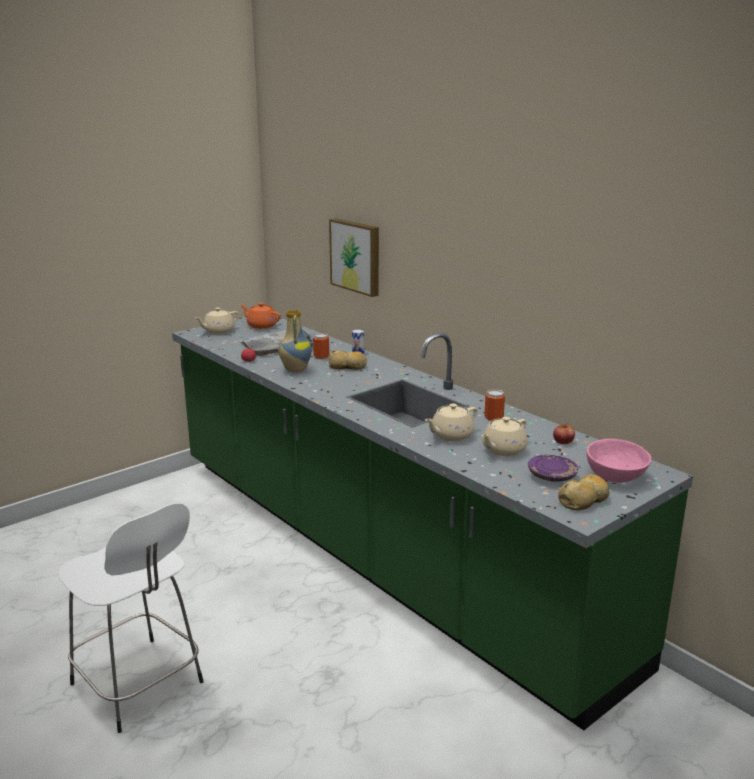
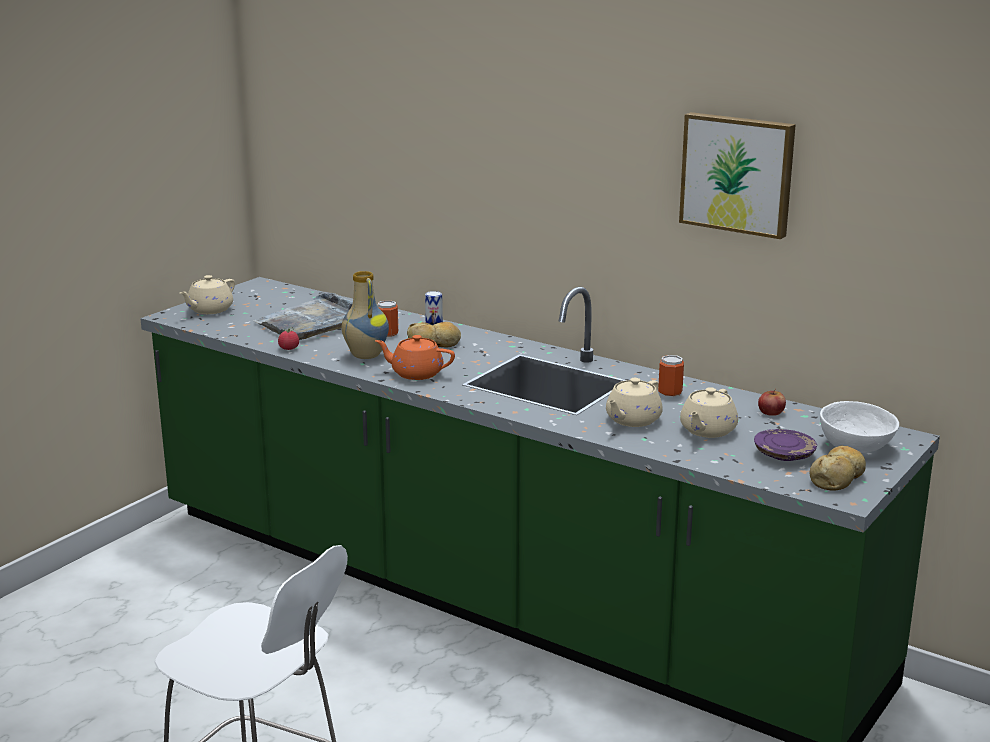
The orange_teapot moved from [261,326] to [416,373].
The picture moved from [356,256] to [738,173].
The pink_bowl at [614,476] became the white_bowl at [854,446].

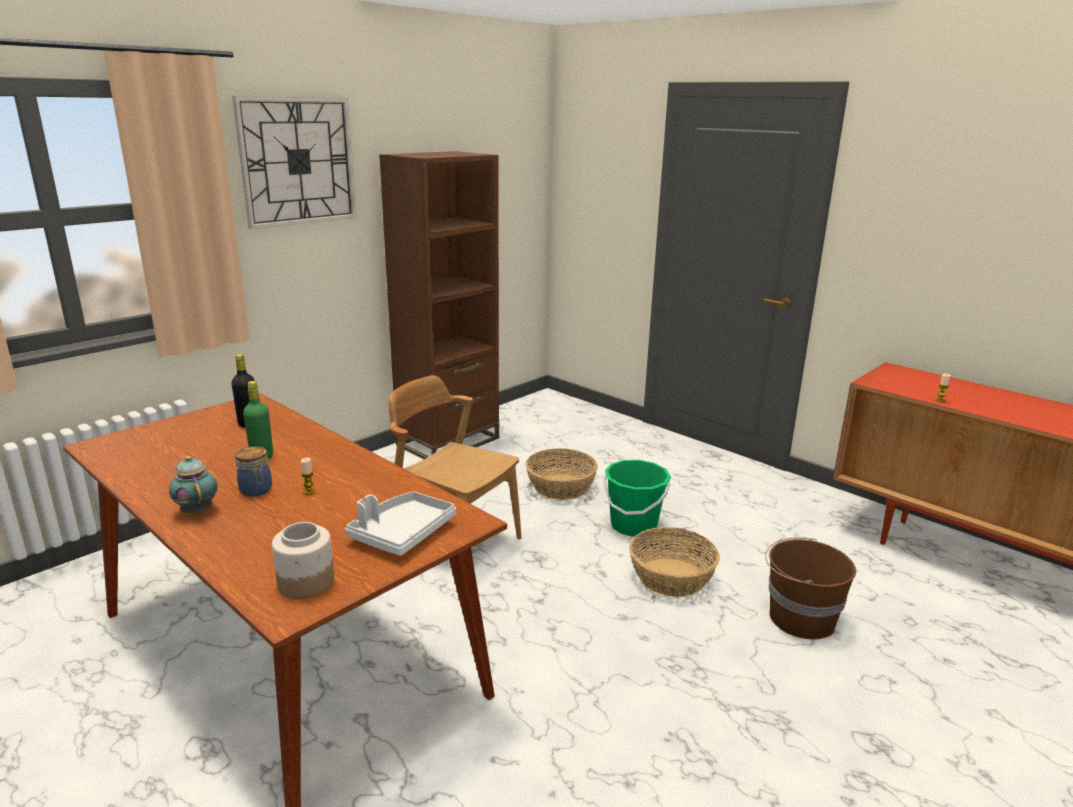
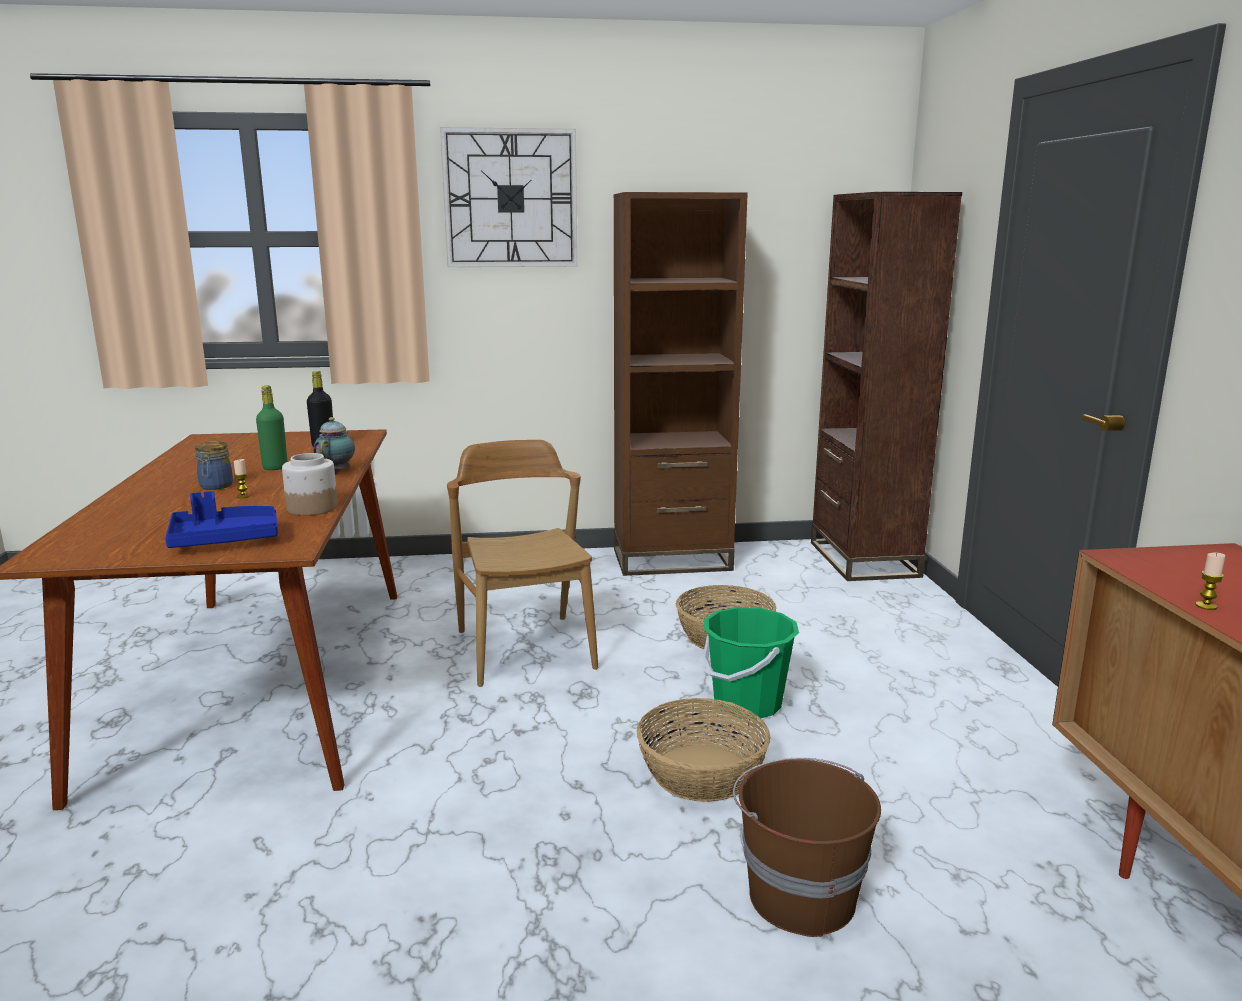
The brown_bookcase at [863,559] appeared.
The teapot moved from [197,510] to [337,471].
The jar moved from [305,583] to [311,508].
The white_tray at [402,533] became the blue_tray at [224,540].

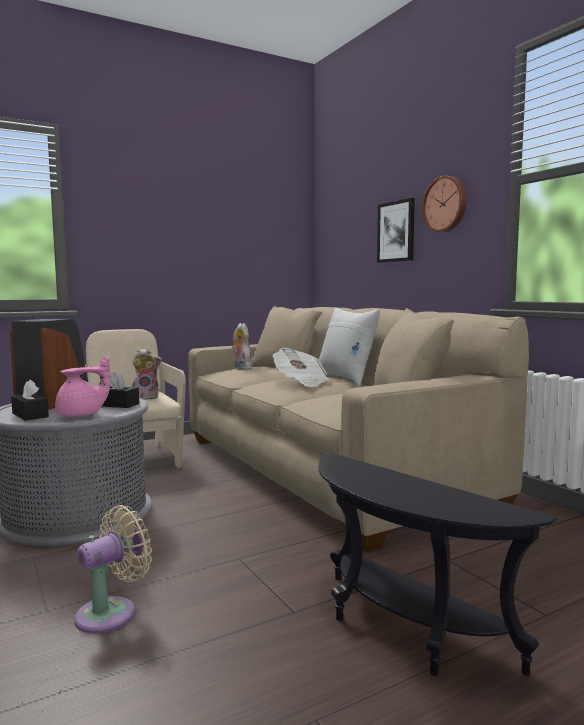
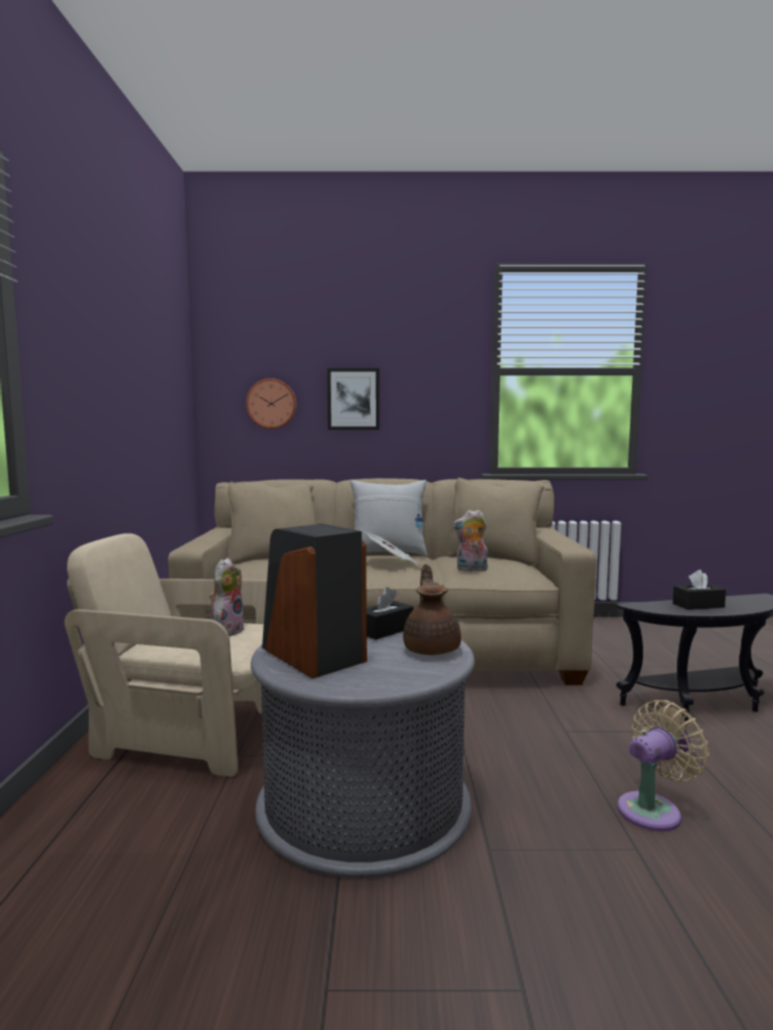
The black_tissue_box moved from [30,415] to [698,605].
The plush_toy moved from [241,368] to [471,570].
The wall_clock moved from [445,204] to [272,404].
The pink_teapot at [82,415] became the brown_teapot at [432,648].
The beige_fan at [112,613] turned 75 degrees clockwise.

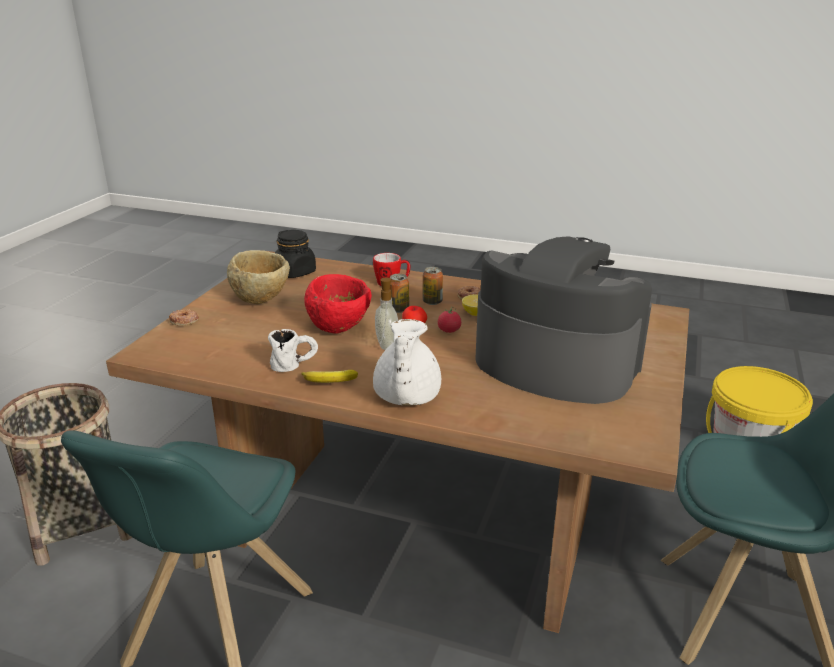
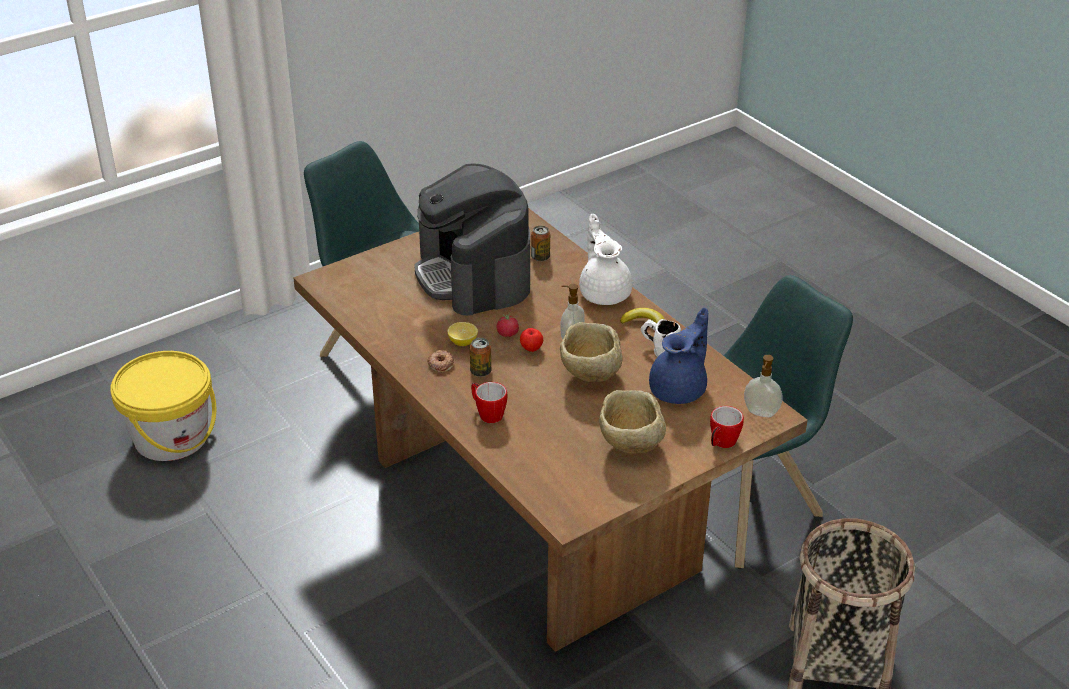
The black_jar at [295,272] disappeared.
The blue_teapot at [679,389] appeared.
The soap_dispenser at [760,413] appeared.
The can moved from [398,309] to [540,257].
The donut at [184,321] was replaced by the mug at [721,443].
The red_bowl at [340,327] became the beige_bowl at [590,375].
The white_teapot at [405,397] turned 60 degrees counterclockwise.

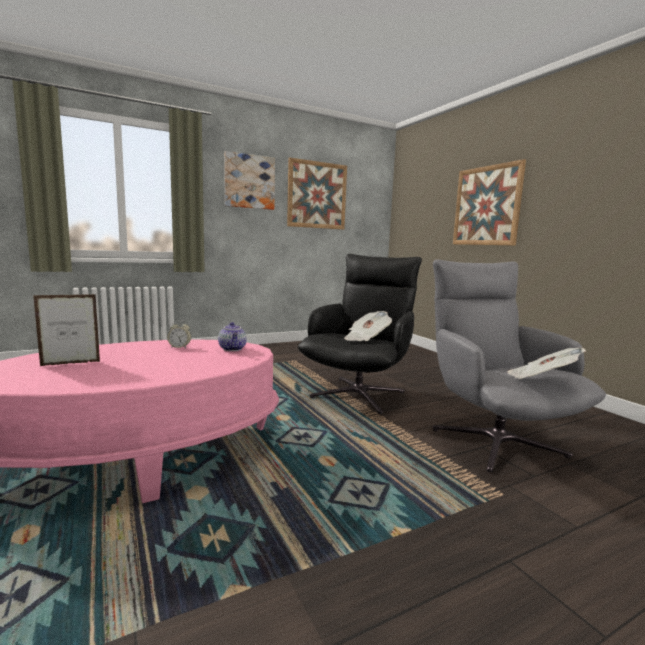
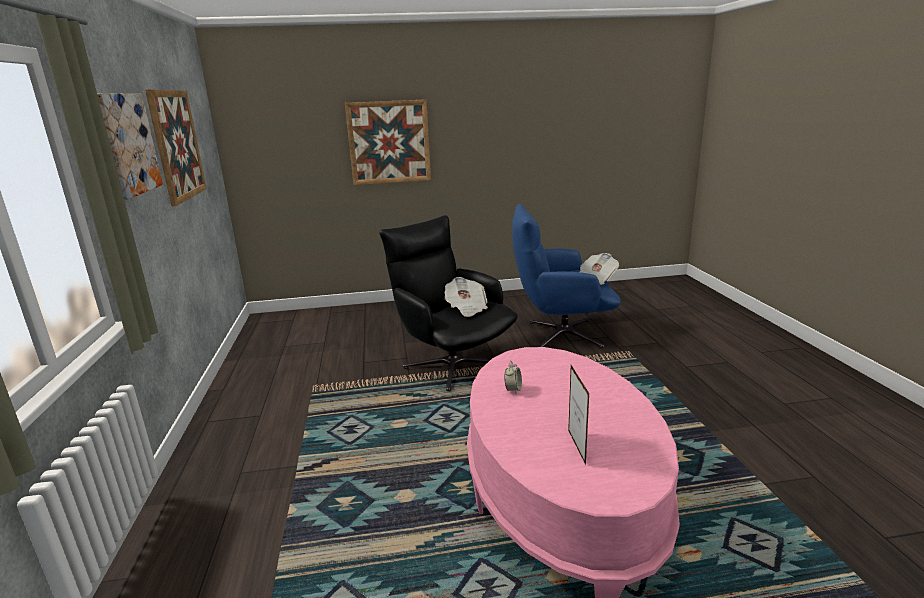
The teapot at [233,349] disappeared.
The grey_armchair at [496,442] became the blue_armchair at [563,334].

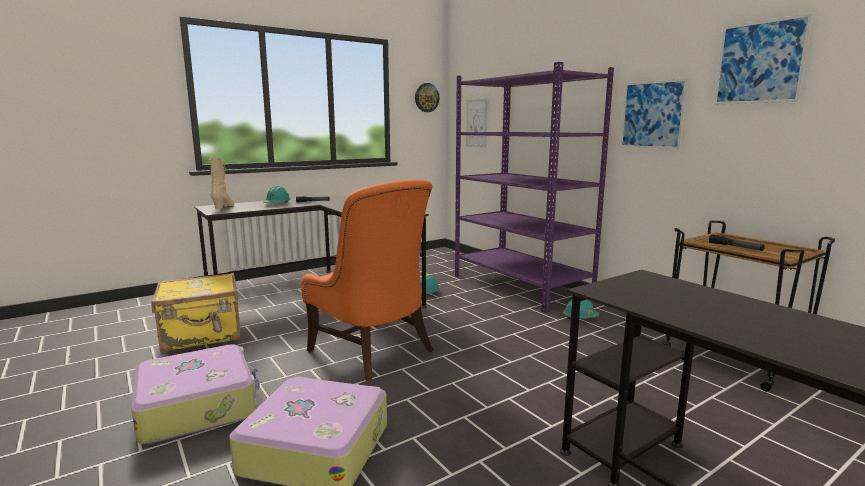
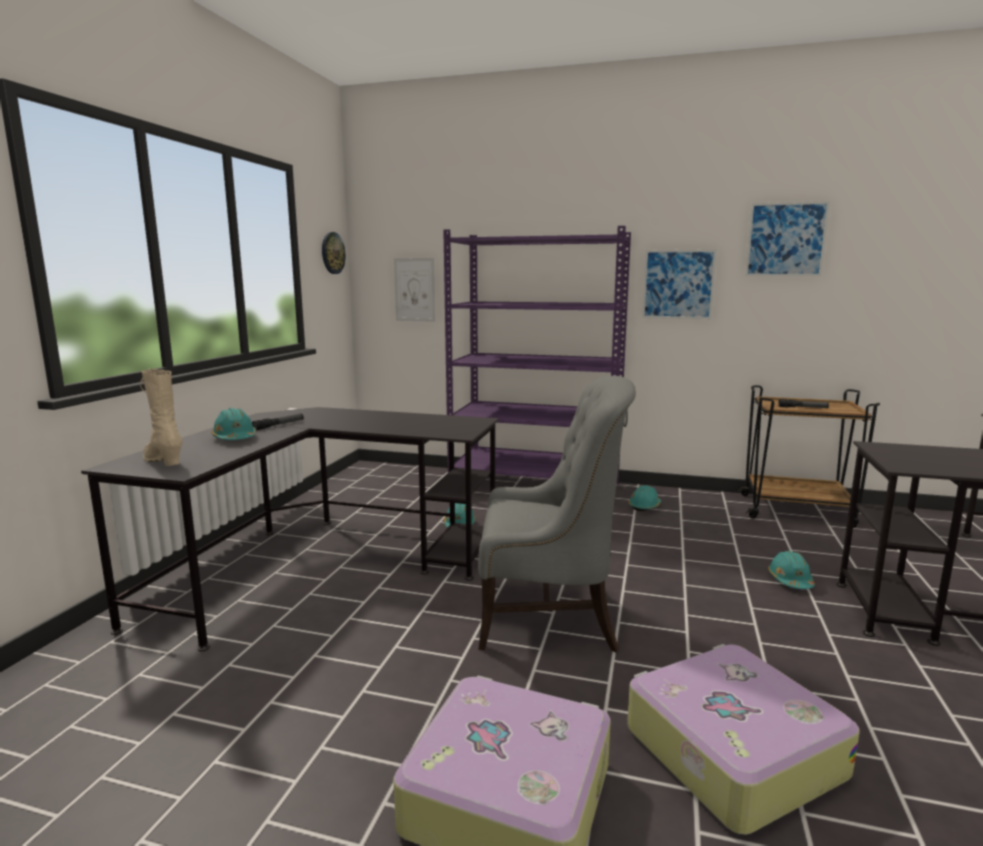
The yellow_suitcase at [202,335] disappeared.
The turquoise_hard_hat at [790,580] appeared.
The orange_chair at [373,350] became the grey_chair at [550,615].

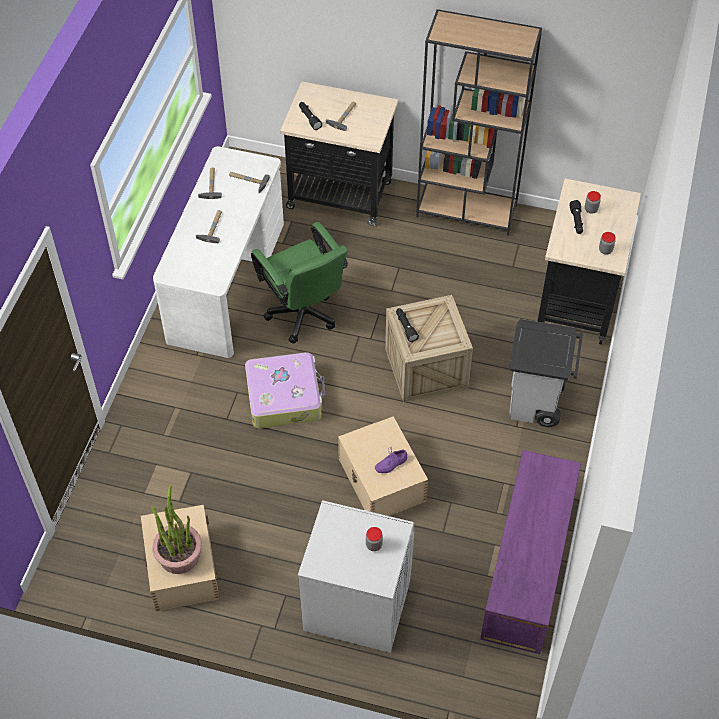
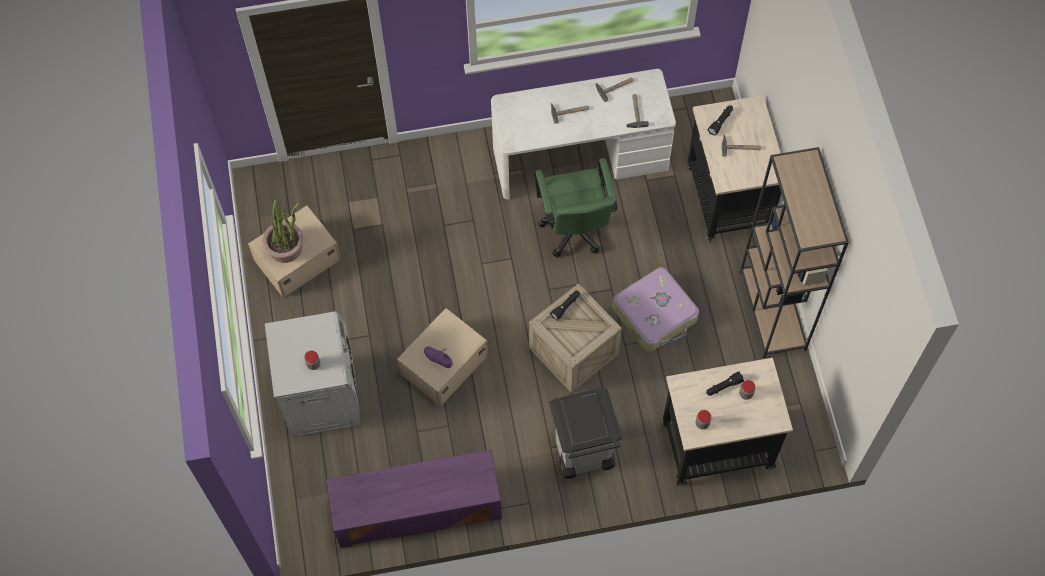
The suitcase moved from [284,397] to [655,315].
The green_office_chair at [305,318] turned 45 degrees counterclockwise.

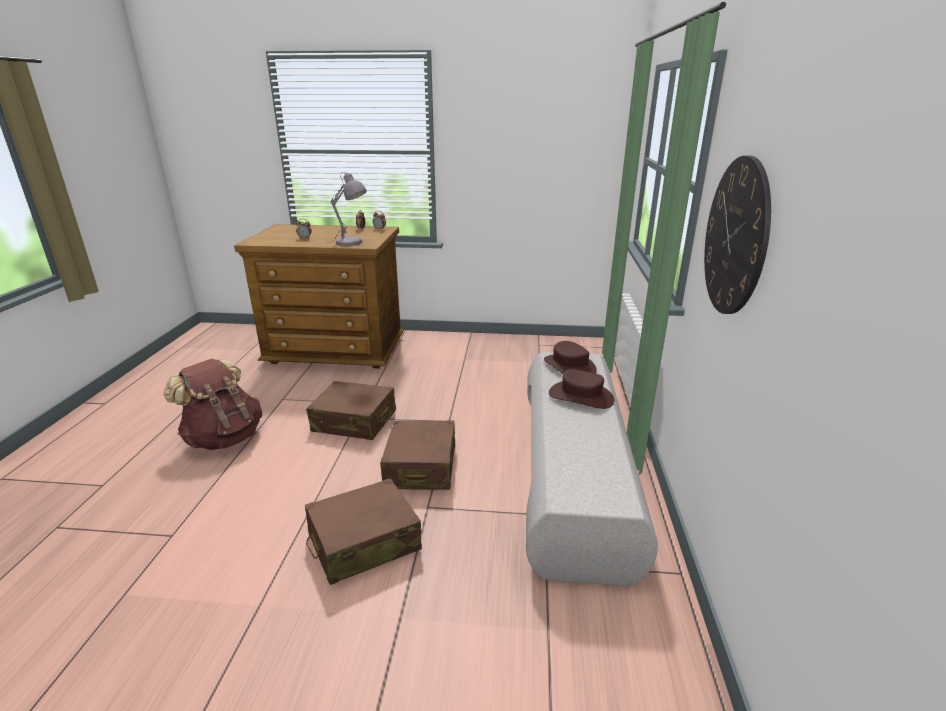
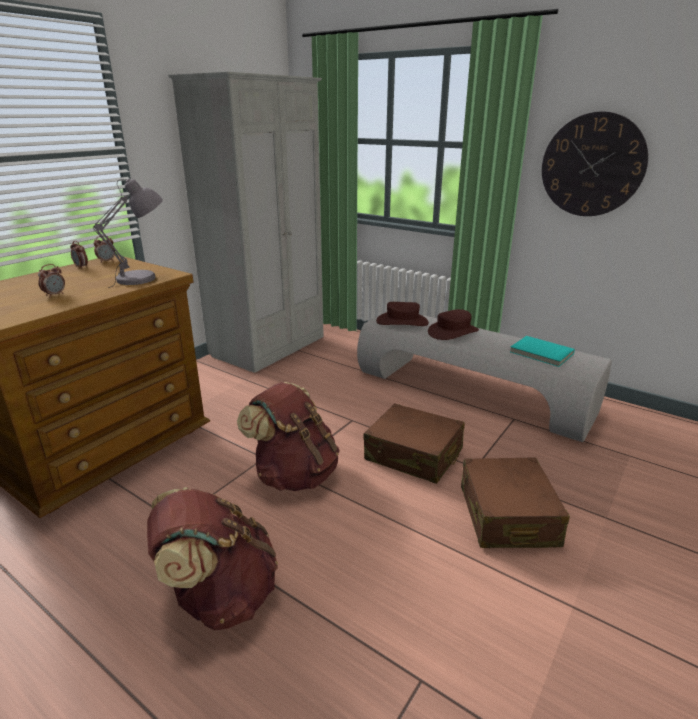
The white_wardrobe at [268,346] appeared.
The turquoise_book at [541,353] appeared.
The brown_suitcase at [354,421] was replaced by the brown_backpack at [294,474].

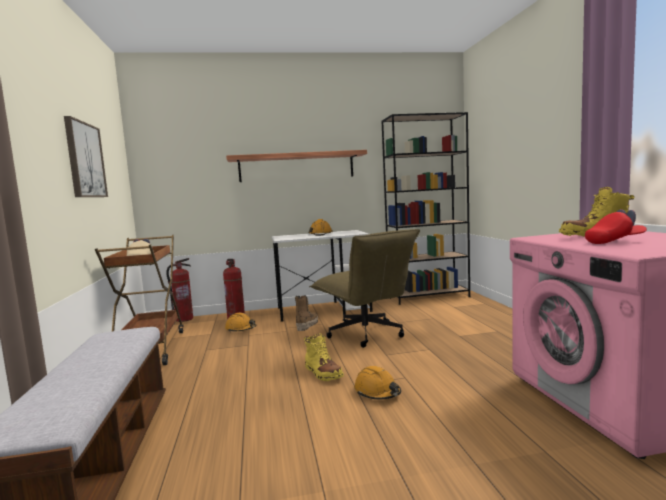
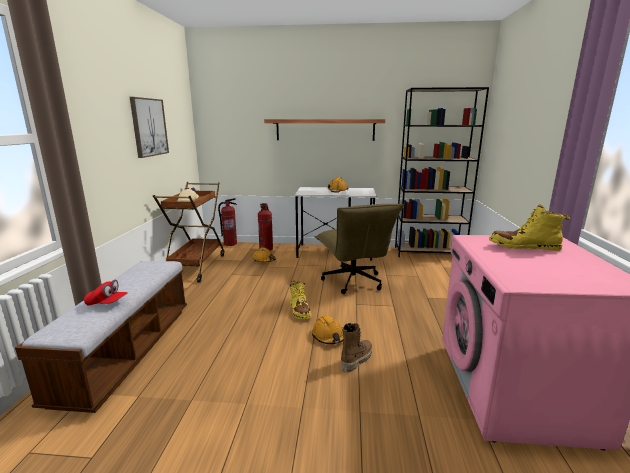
The boot moved from [307,325] to [356,359].
The red_cap moved from [614,242] to [107,303].

